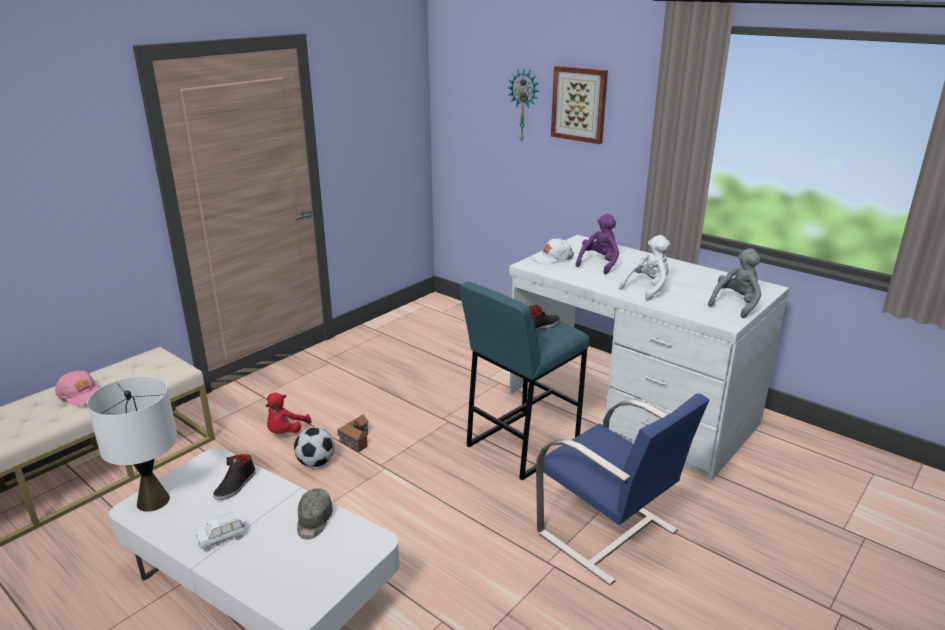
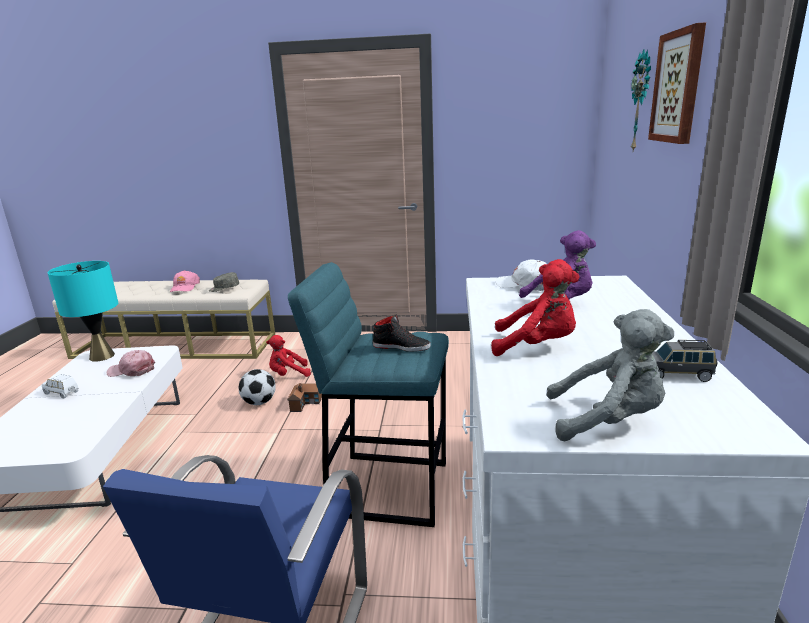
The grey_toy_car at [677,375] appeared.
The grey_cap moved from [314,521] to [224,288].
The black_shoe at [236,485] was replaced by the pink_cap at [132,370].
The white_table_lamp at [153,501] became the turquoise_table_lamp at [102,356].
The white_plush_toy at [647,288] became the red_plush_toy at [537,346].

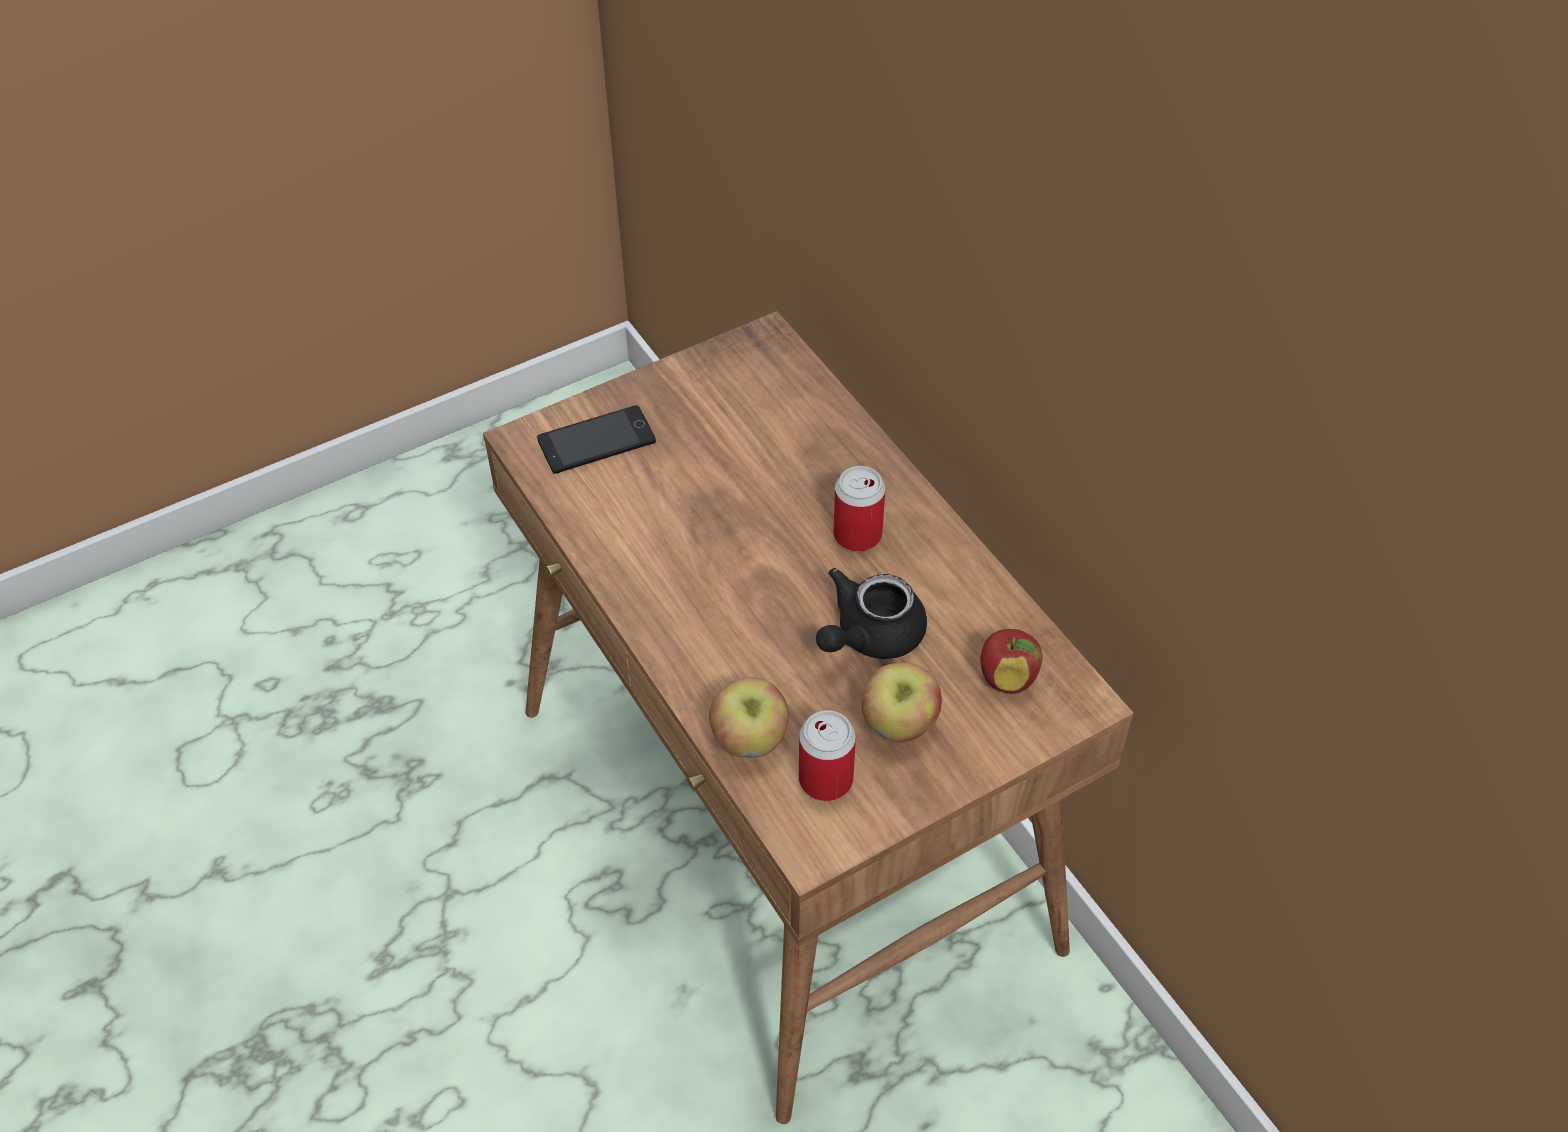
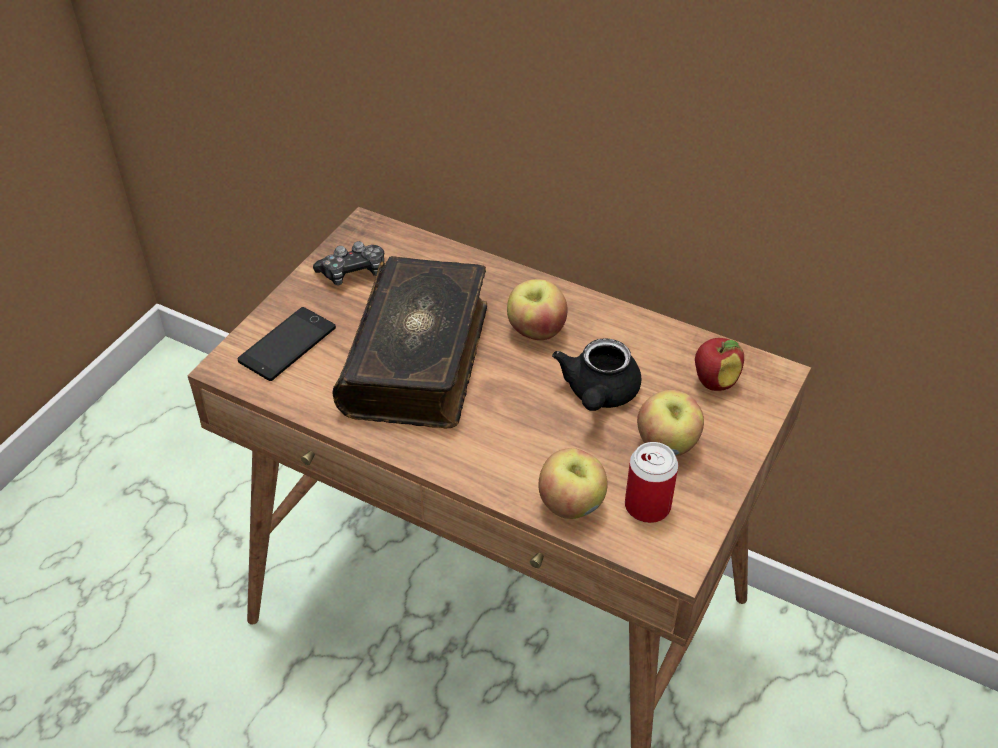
The game_controller at [353,272] appeared.
The book at [419,358] appeared.
The can at [857,534] was replaced by the apple at [536,331].

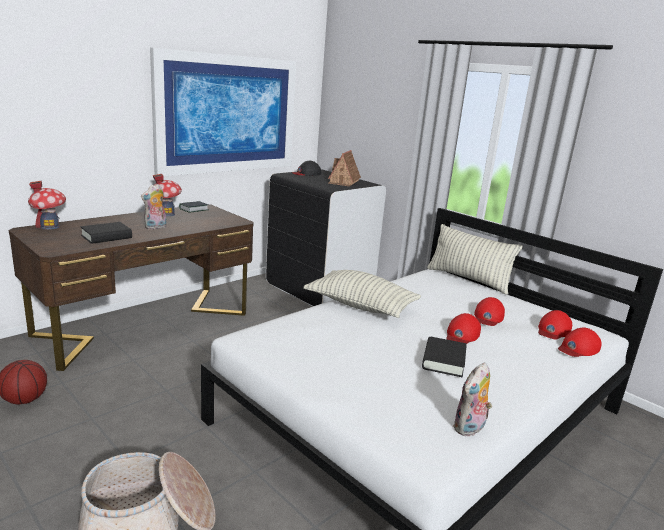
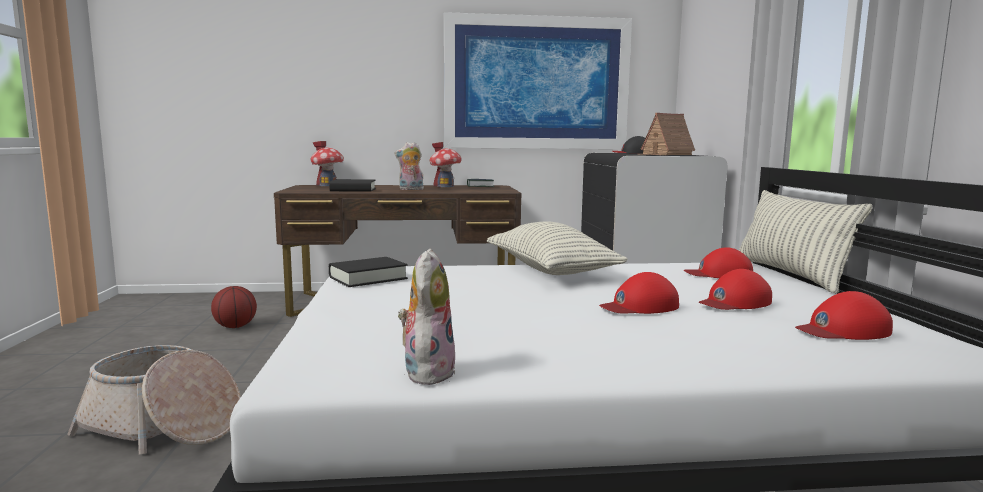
The black_book moved from [443,361] to [368,278].
The red_cap moved from [578,348] to [719,274].
The plush_toy at [470,429] turned 105 degrees clockwise.

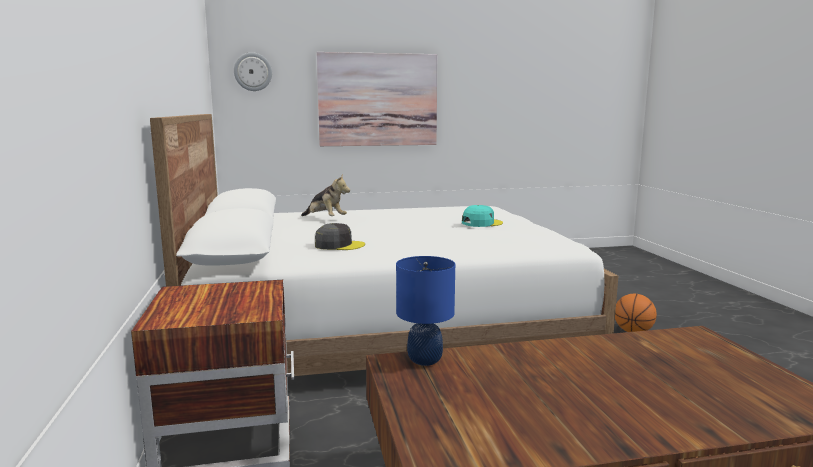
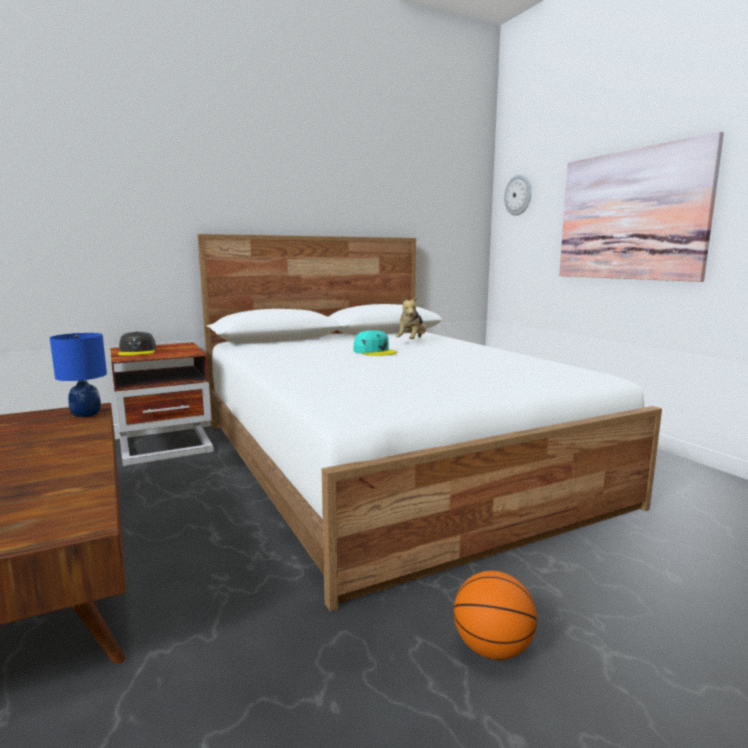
The grey_cap moved from [339,245] to [137,352].
The turquoise_cap moved from [481,223] to [375,351].

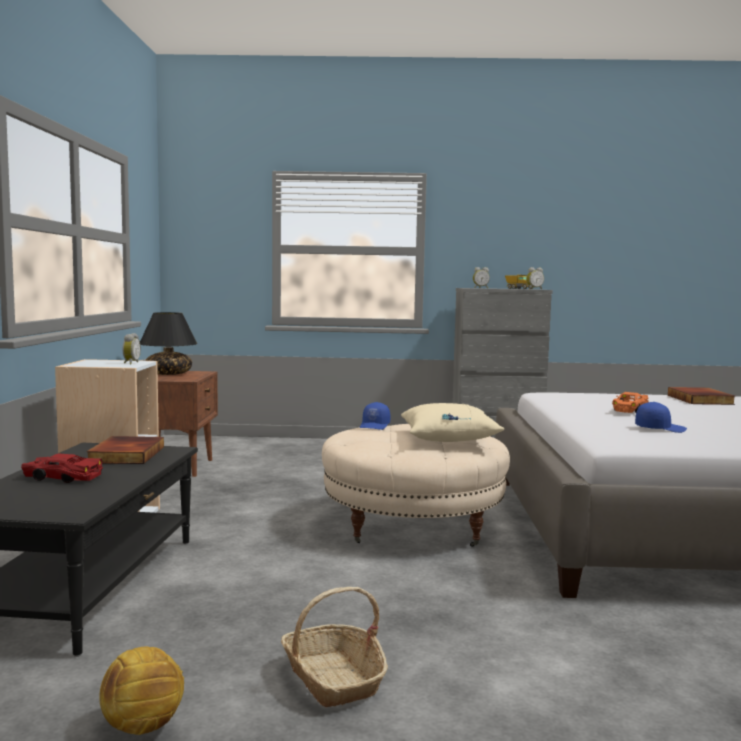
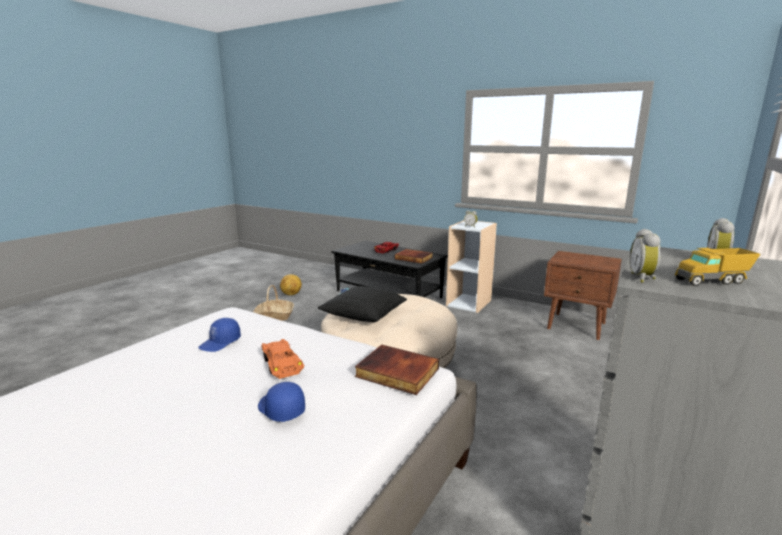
The black_table_lamp at [169,374] disappeared.
The blue_cap moved from [375,426] to [280,409].
The book moved from [701,400] to [396,373].
The beige_pillow at [448,439] became the black_pillow at [364,315].

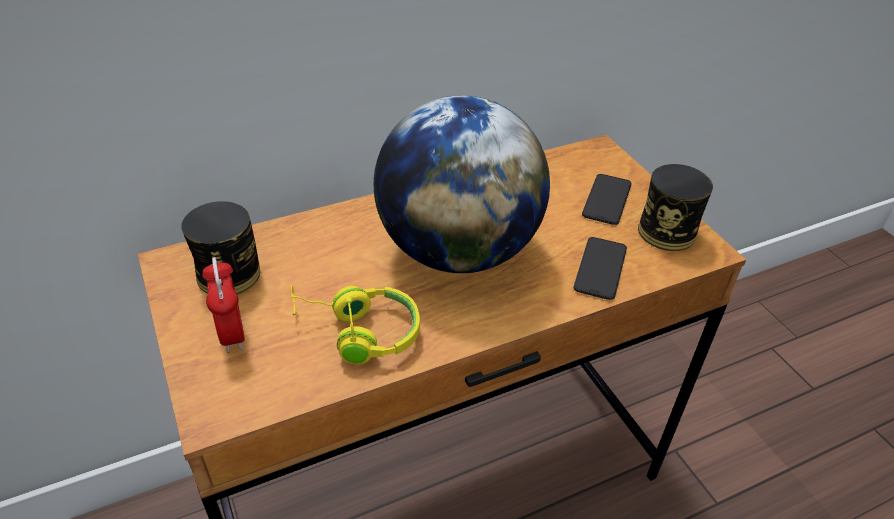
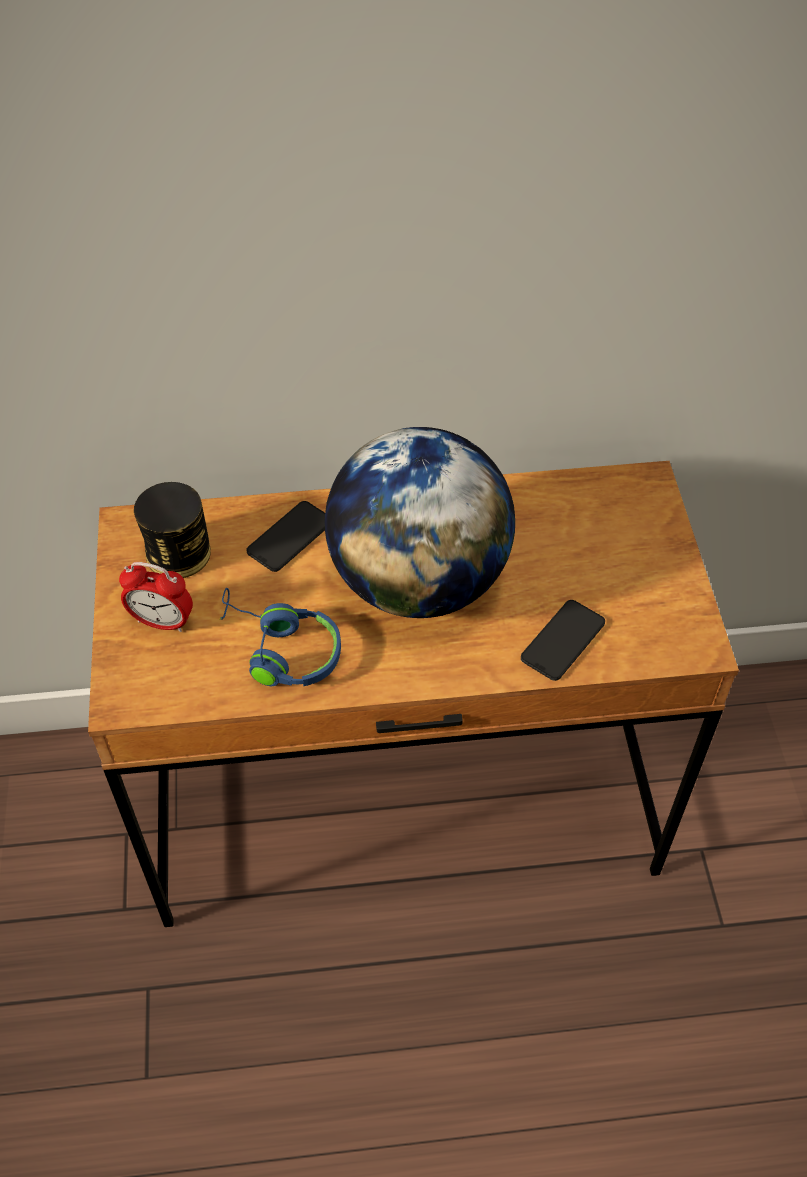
The can at [666,231] disappeared.
The phone moved from [607,199] to [290,537].
The yellow_headphones at [357,331] became the blue_headphones at [279,650].
The alarm_clock at [232,334] turned 105 degrees clockwise.

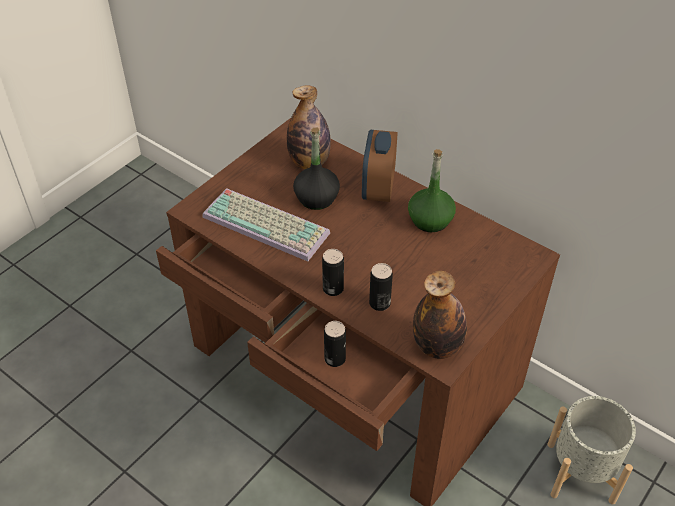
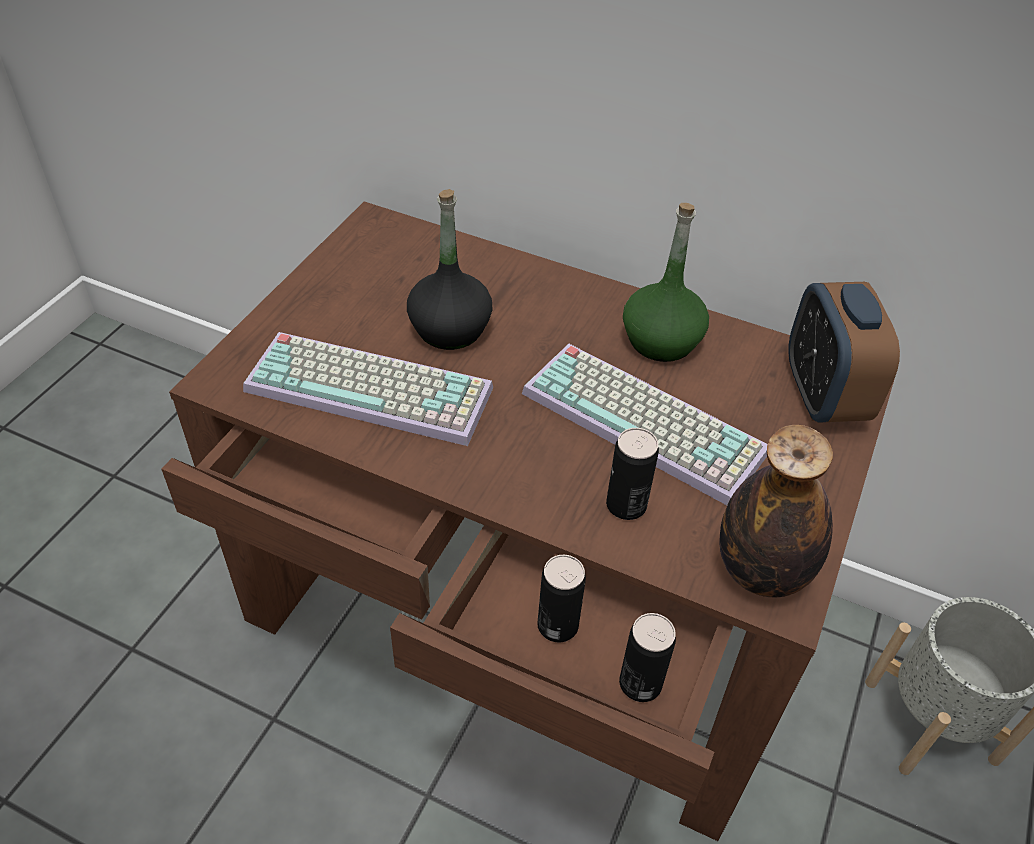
The bottle at [309,162] disappeared.
The keyboard at [648,421] appeared.
The can moved from [333,288] to [640,683].
The alarm_clock moved from [378,189] to [823,396].

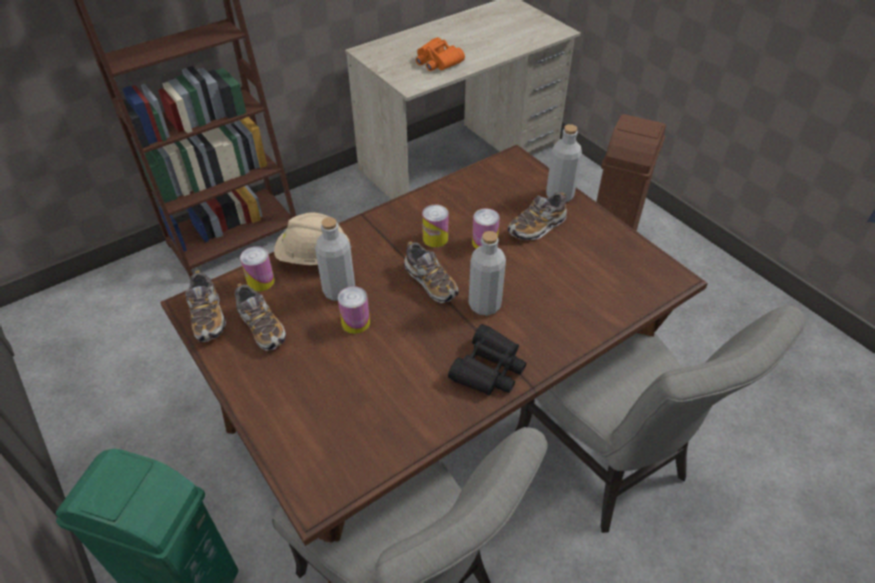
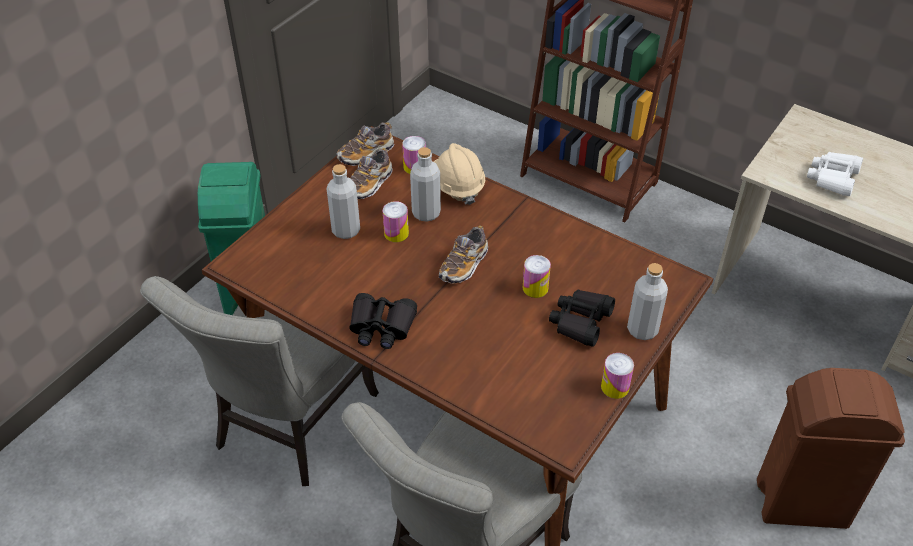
The can moved from [435,238] to [615,387].
The grey_bottle moved from [484,305] to [346,230].
The shoe at [537,227] was replaced by the black_binoculars at [580,321].
The orange_binoculars at [437,61] became the white_binoculars at [833,178].

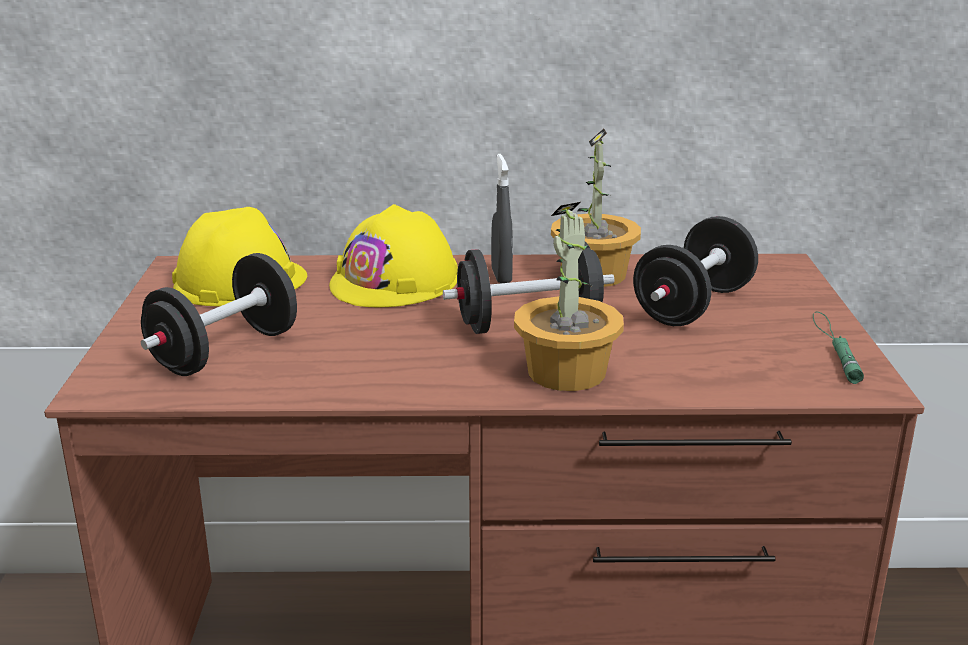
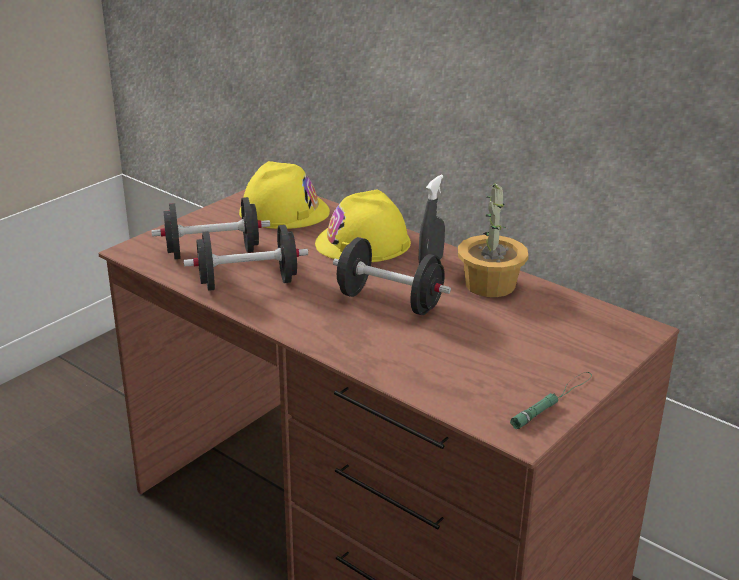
The potted_plant at [567,373] disappeared.
The black_dumbbell moved from [693,306] to [248,283].

